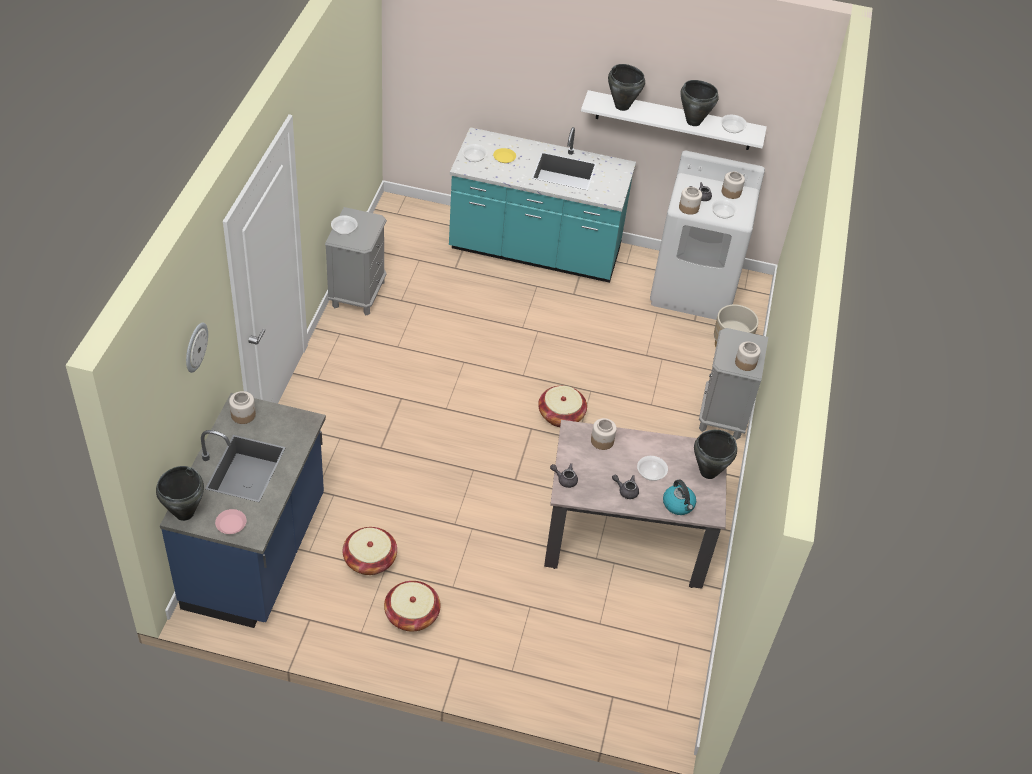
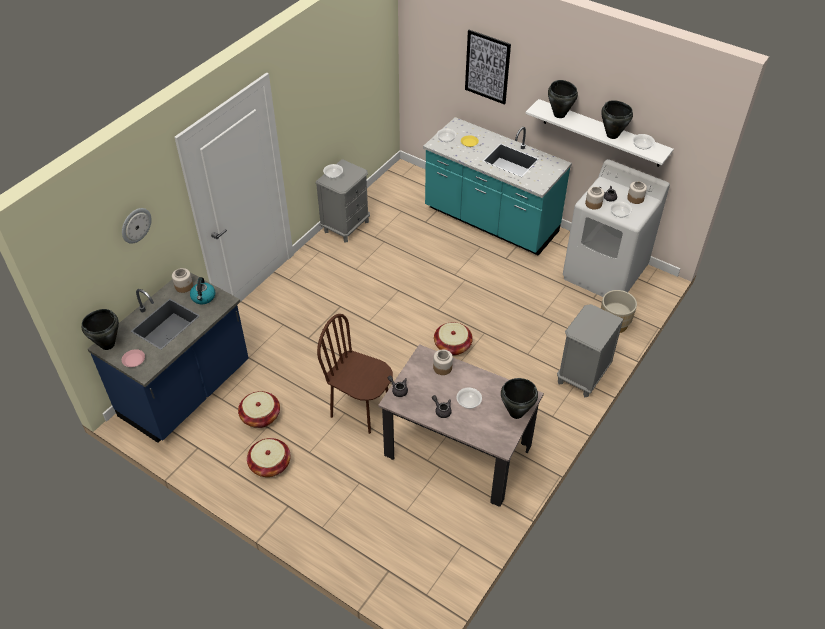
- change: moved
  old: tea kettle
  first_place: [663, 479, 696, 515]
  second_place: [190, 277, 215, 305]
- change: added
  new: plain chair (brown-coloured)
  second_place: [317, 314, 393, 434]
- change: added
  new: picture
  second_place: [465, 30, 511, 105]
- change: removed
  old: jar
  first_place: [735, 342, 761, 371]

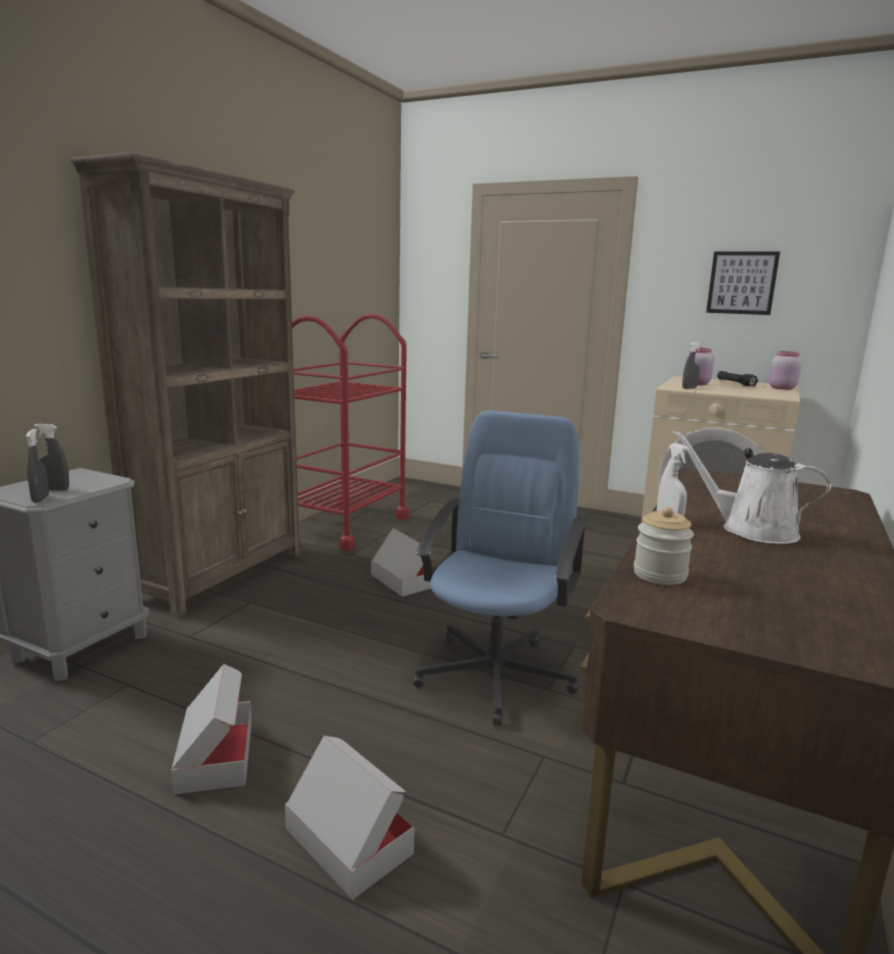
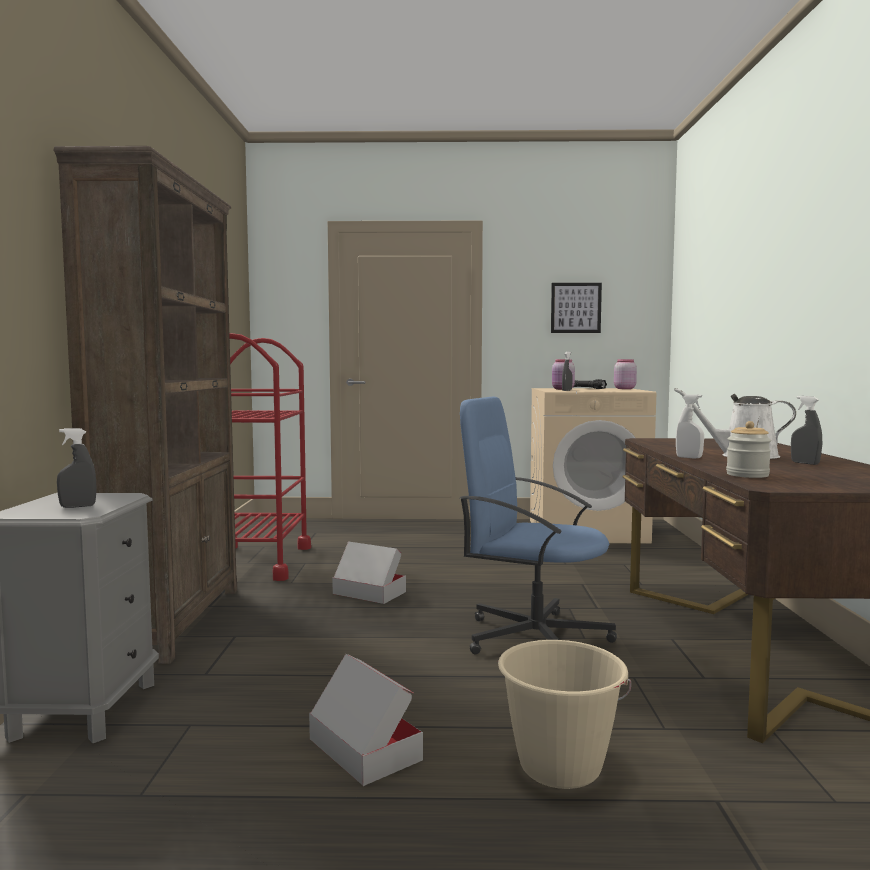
- change: turned
  old: desk chair (blue-coloured)
  first_place: [413, 410, 589, 726]
  second_place: [460, 397, 617, 654]
  degrees: -60
- change: replaced
  old: cardboard box
  new: bucket (beige-coloured)
  first_place: [285, 736, 414, 900]
  second_place: [498, 640, 631, 789]
- change: moved
  old: spray bottle (grey)
  first_place: [25, 429, 49, 503]
  second_place: [791, 396, 822, 465]

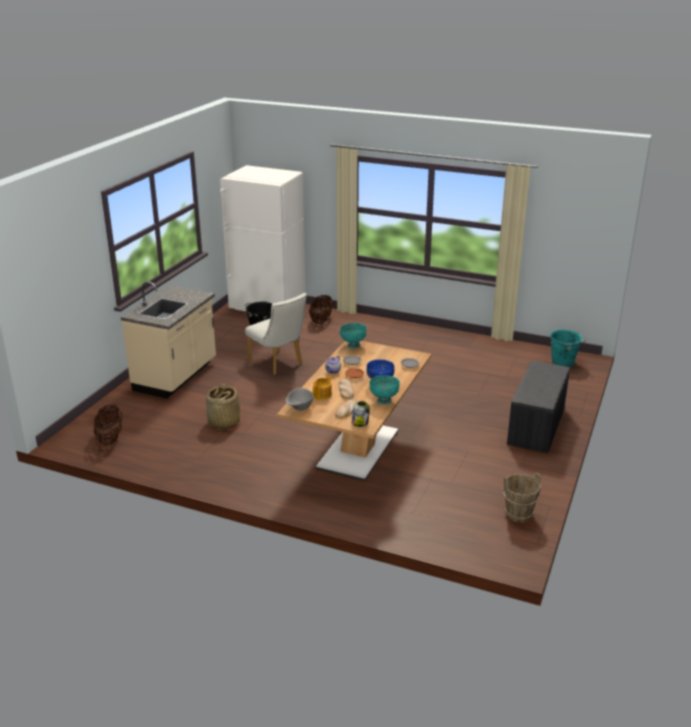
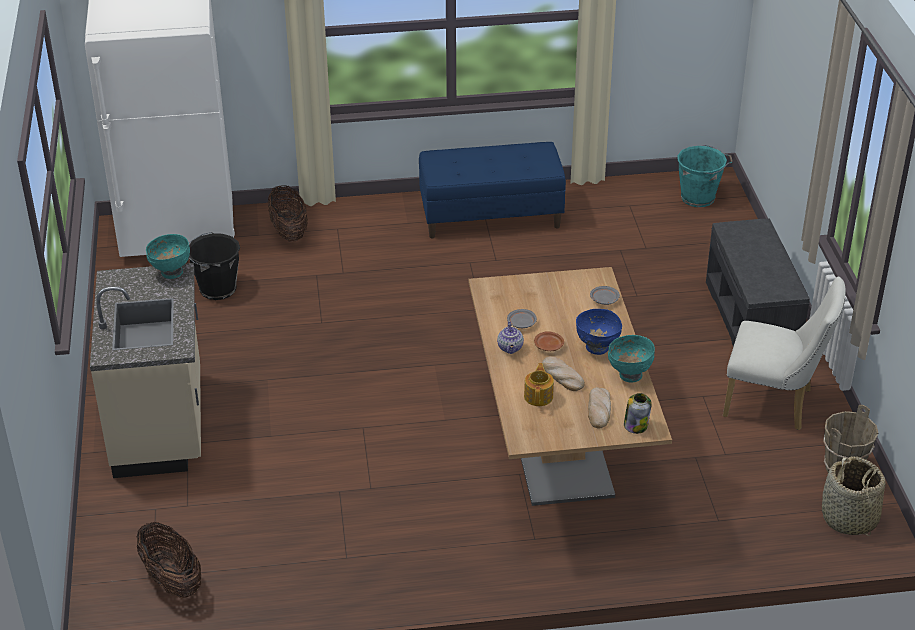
- change: moved
  old: deep dish (blue-green)
  first_place: [340, 323, 366, 349]
  second_place: [146, 234, 190, 279]
- change: added
  new: bench (blue-coloured)
  second_place: [419, 142, 566, 239]
- change: moved
  old: plain chair (white)
  first_place: [245, 293, 307, 375]
  second_place: [723, 277, 846, 430]
- change: moved
  old: basket
  first_place: [206, 384, 240, 429]
  second_place: [822, 456, 886, 536]
- change: removed
  old: deep dish (grey)
  first_place: [286, 388, 314, 410]

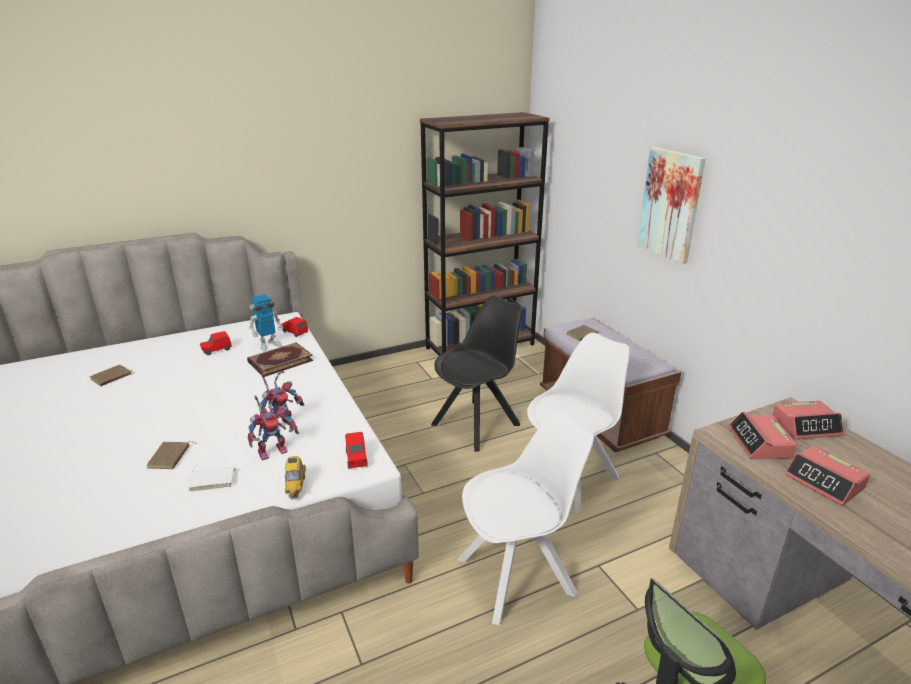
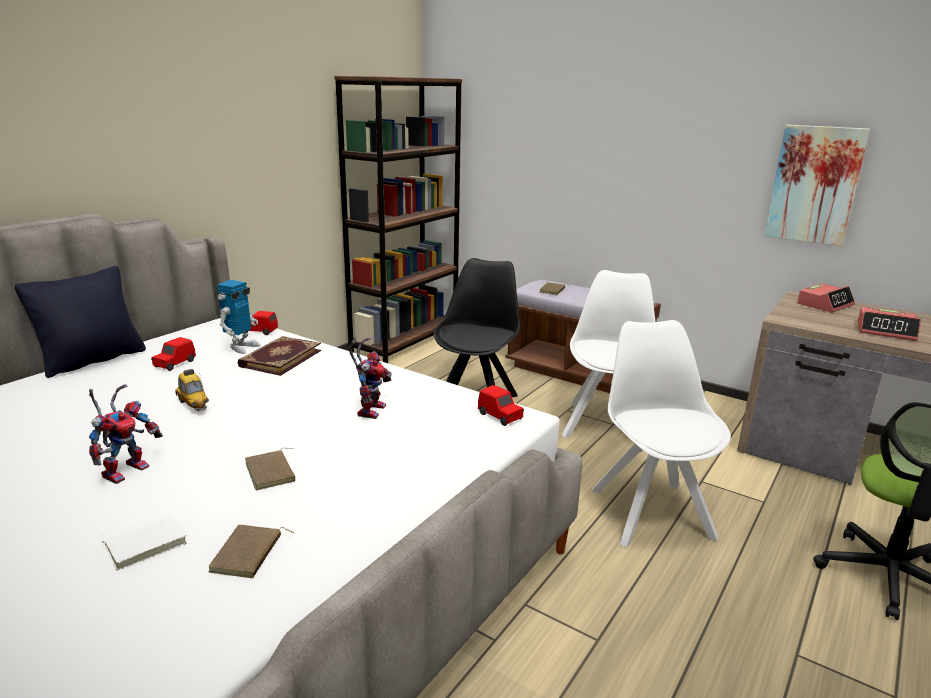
- change: added
  new: throw pillow (blackish)
  second_place: [15, 266, 146, 378]
- change: moved
  old: model robot
  first_place: [248, 395, 299, 460]
  second_place: [89, 384, 163, 484]
- change: moved
  old: bound book (white)
  first_place: [188, 466, 235, 492]
  second_place: [101, 516, 186, 570]
- change: moved
  old: model car
  first_place: [285, 456, 306, 500]
  second_place: [175, 369, 209, 411]
- change: moved
  old: bound book (brown-coloured)
  first_place: [90, 365, 134, 386]
  second_place: [208, 525, 294, 578]
- change: turned
  old: plain chair (white)
  first_place: [457, 409, 594, 625]
  second_place: [591, 320, 731, 548]
  degrees: -45
- change: moved
  old: picture
  first_place: [637, 147, 706, 264]
  second_place: [764, 125, 870, 246]
- change: removed
  old: table clock
  first_place: [728, 412, 797, 459]

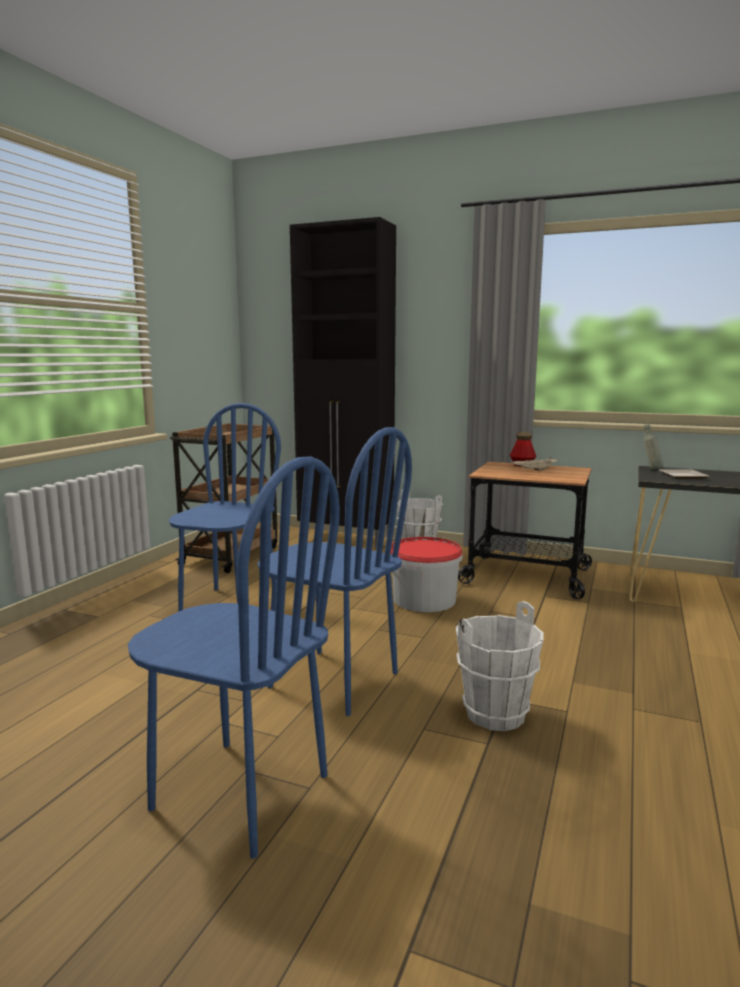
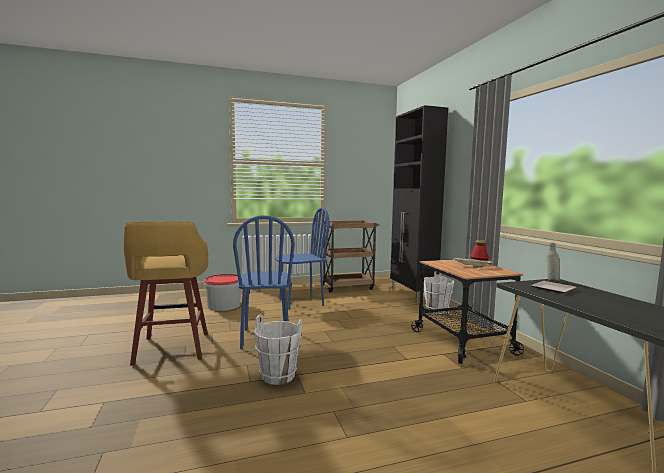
- change: replaced
  old: plain chair (blue-coloured)
  new: stool seat (yellow)
  first_place: [128, 456, 340, 858]
  second_place: [123, 221, 208, 366]
- change: moved
  old: bucket
  first_place: [390, 537, 463, 612]
  second_place: [204, 274, 241, 311]

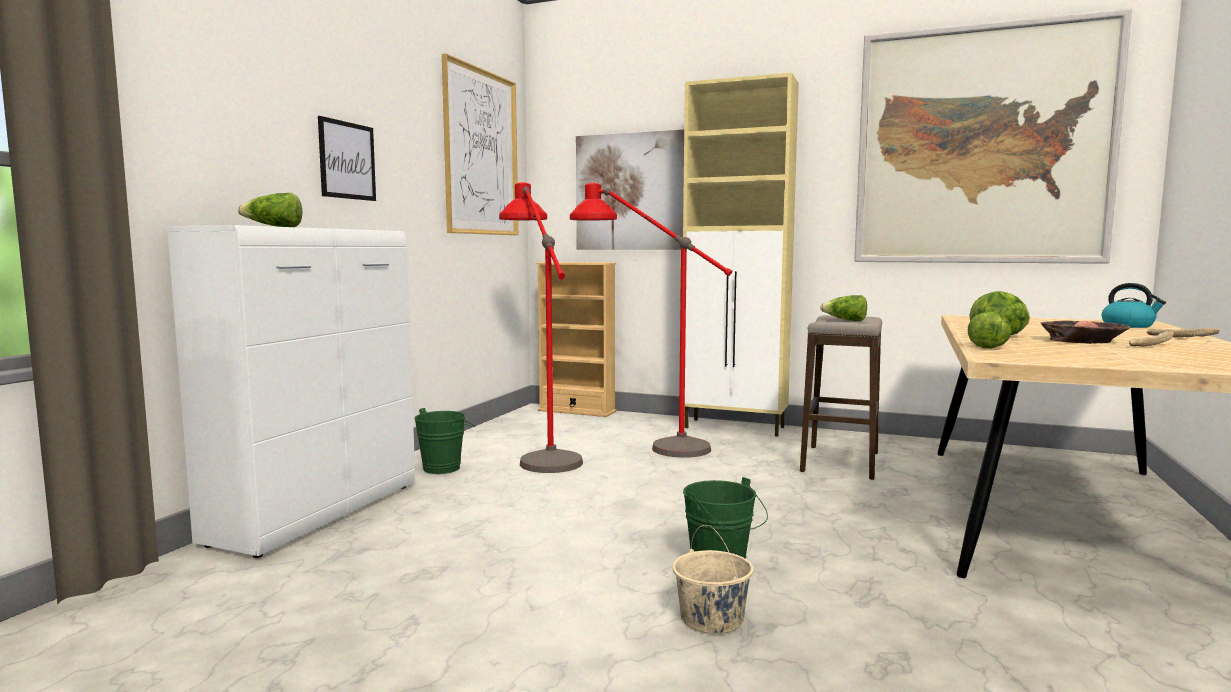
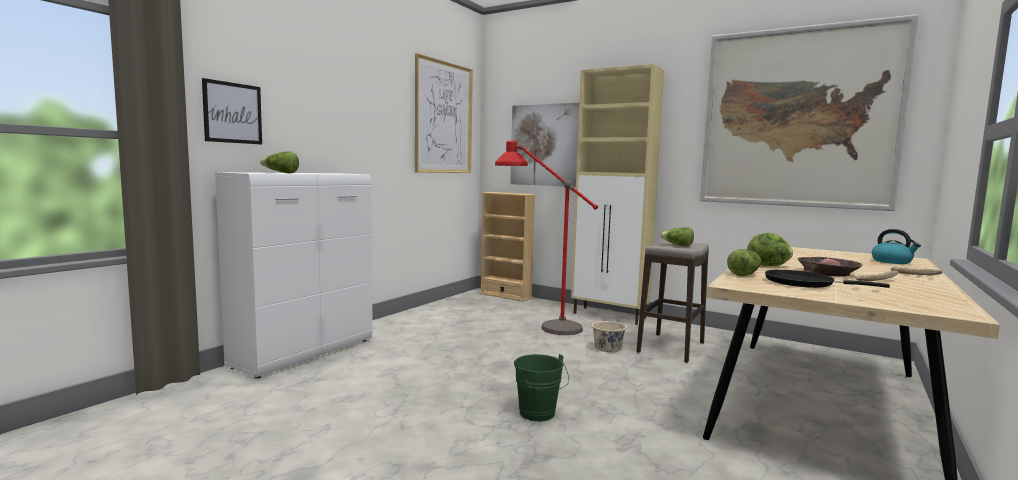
- change: moved
  old: picture
  first_place: [318, 116, 376, 201]
  second_place: [202, 78, 262, 144]
- change: moved
  old: bucket (beige-coloured)
  first_place: [672, 525, 754, 634]
  second_place: [592, 309, 626, 352]
- change: added
  new: skillet (blackish)
  second_place: [765, 270, 890, 288]
- change: removed
  old: bucket (greenish)
  first_place: [414, 408, 474, 474]
- change: removed
  old: standing lamp (red-coloured)
  first_place: [499, 182, 583, 473]

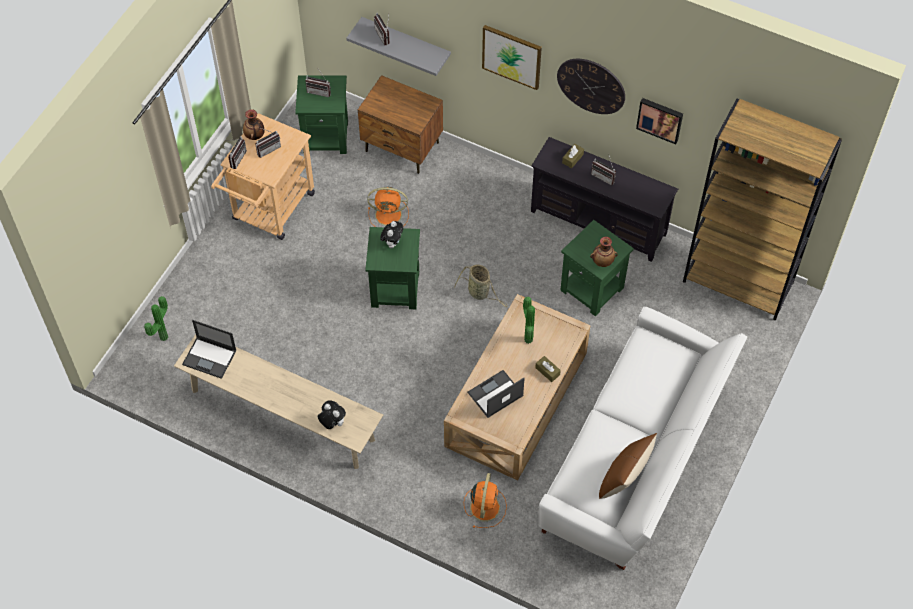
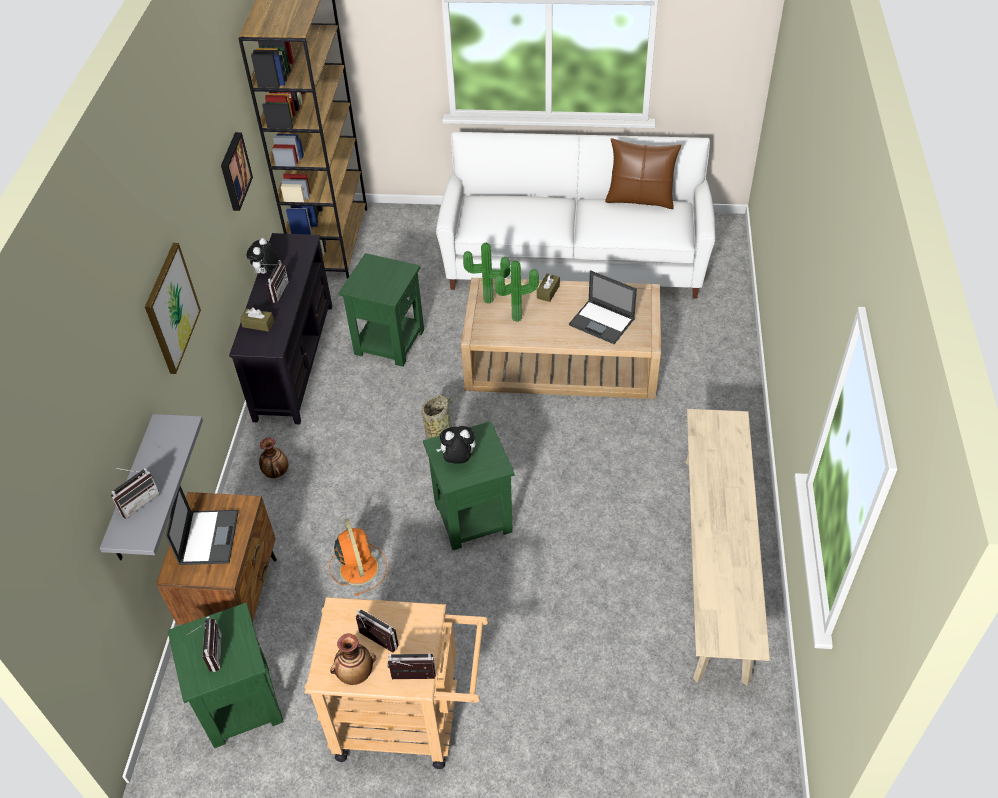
- change: moved
  old: portable computer
  first_place: [182, 320, 237, 379]
  second_place: [166, 486, 239, 565]
- change: moved
  old: soft toy
  first_place: [318, 400, 346, 429]
  second_place: [247, 238, 279, 274]
- change: moved
  old: vase
  first_place: [590, 236, 618, 267]
  second_place: [259, 438, 288, 478]
- change: moved
  old: potted plant
  first_place: [144, 296, 168, 341]
  second_place: [463, 243, 510, 304]
- change: removed
  old: fan (orange-coloured)
  first_place: [464, 473, 507, 528]
- change: removed
  old: hanging clock
  first_place: [557, 59, 625, 114]

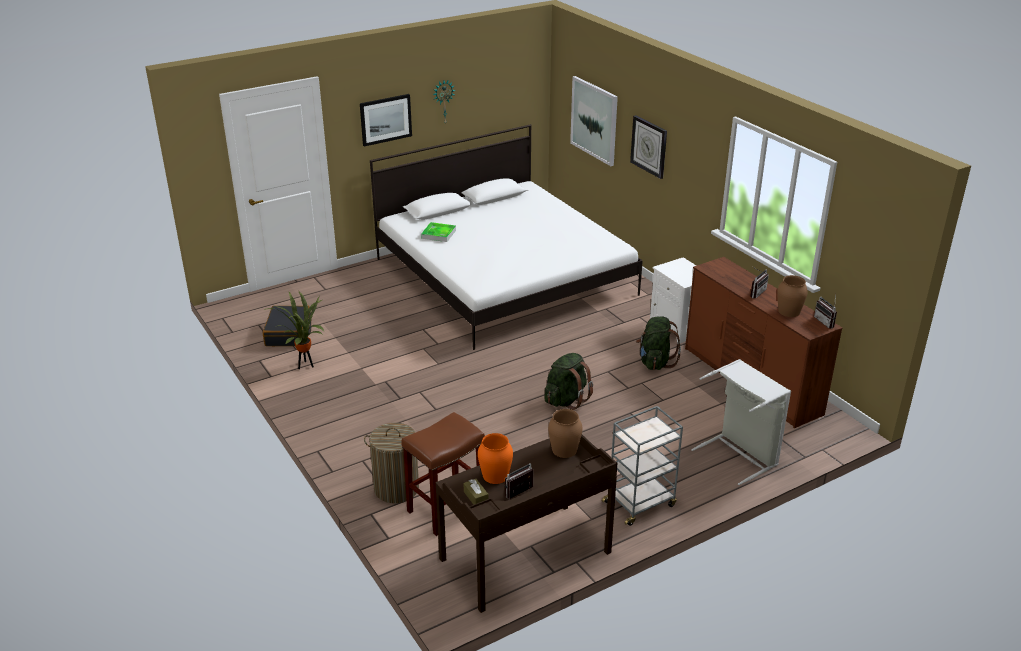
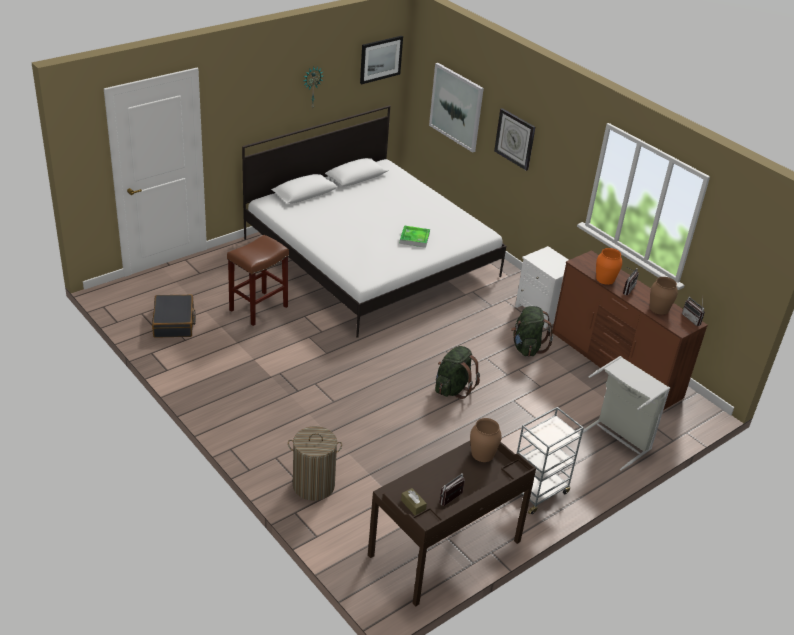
- change: moved
  old: stool seat (brown-coloured)
  first_place: [401, 412, 485, 536]
  second_place: [227, 235, 289, 326]
- change: moved
  old: picture
  first_place: [360, 94, 412, 147]
  second_place: [360, 36, 403, 84]
- change: moved
  old: carrying tray
  first_place: [421, 222, 456, 242]
  second_place: [400, 225, 430, 248]
- change: moved
  old: vase (orange-coloured)
  first_place: [478, 433, 513, 484]
  second_place: [596, 248, 622, 285]
- change: removed
  old: potted plant
  first_place: [264, 290, 324, 369]

